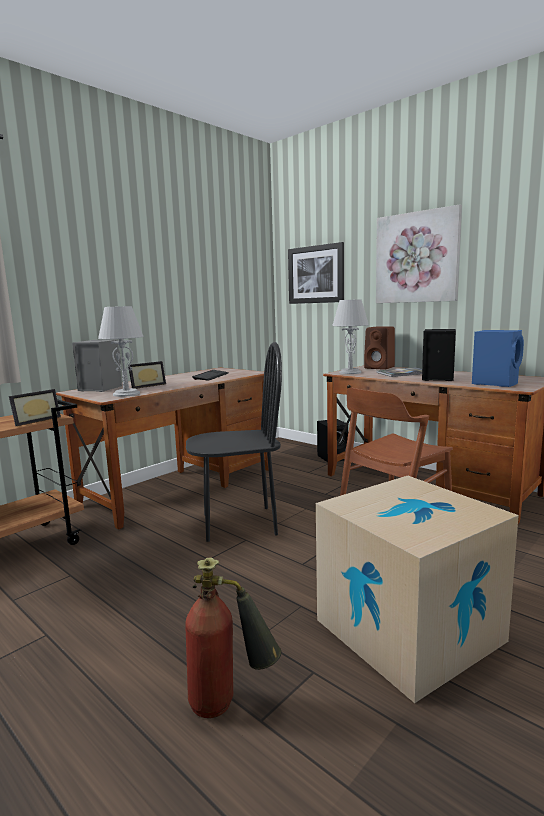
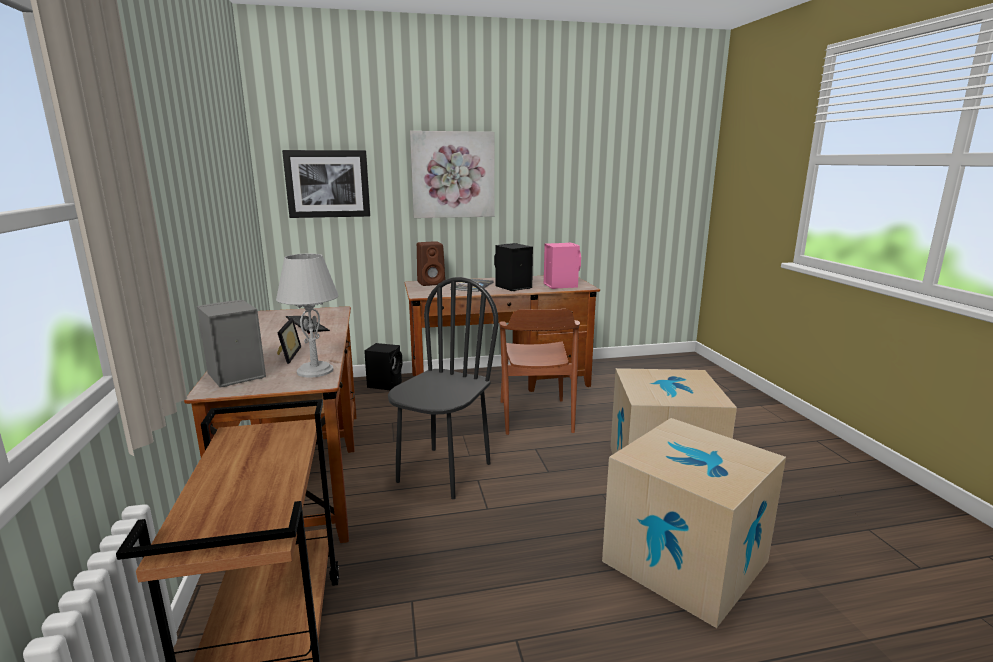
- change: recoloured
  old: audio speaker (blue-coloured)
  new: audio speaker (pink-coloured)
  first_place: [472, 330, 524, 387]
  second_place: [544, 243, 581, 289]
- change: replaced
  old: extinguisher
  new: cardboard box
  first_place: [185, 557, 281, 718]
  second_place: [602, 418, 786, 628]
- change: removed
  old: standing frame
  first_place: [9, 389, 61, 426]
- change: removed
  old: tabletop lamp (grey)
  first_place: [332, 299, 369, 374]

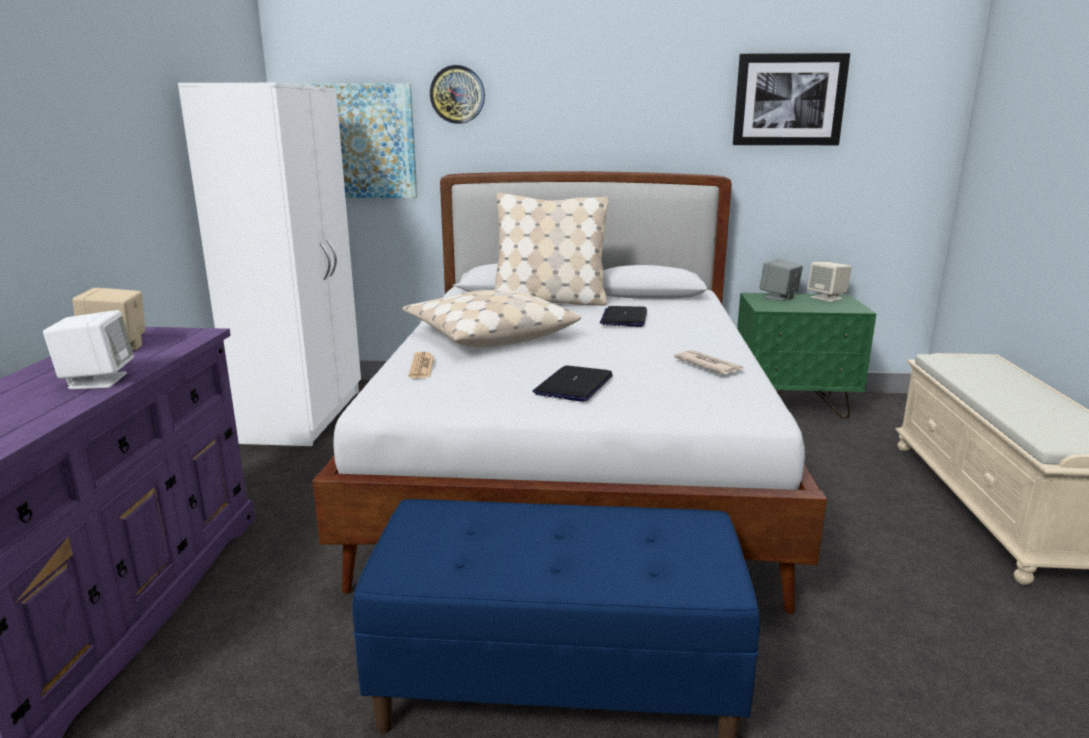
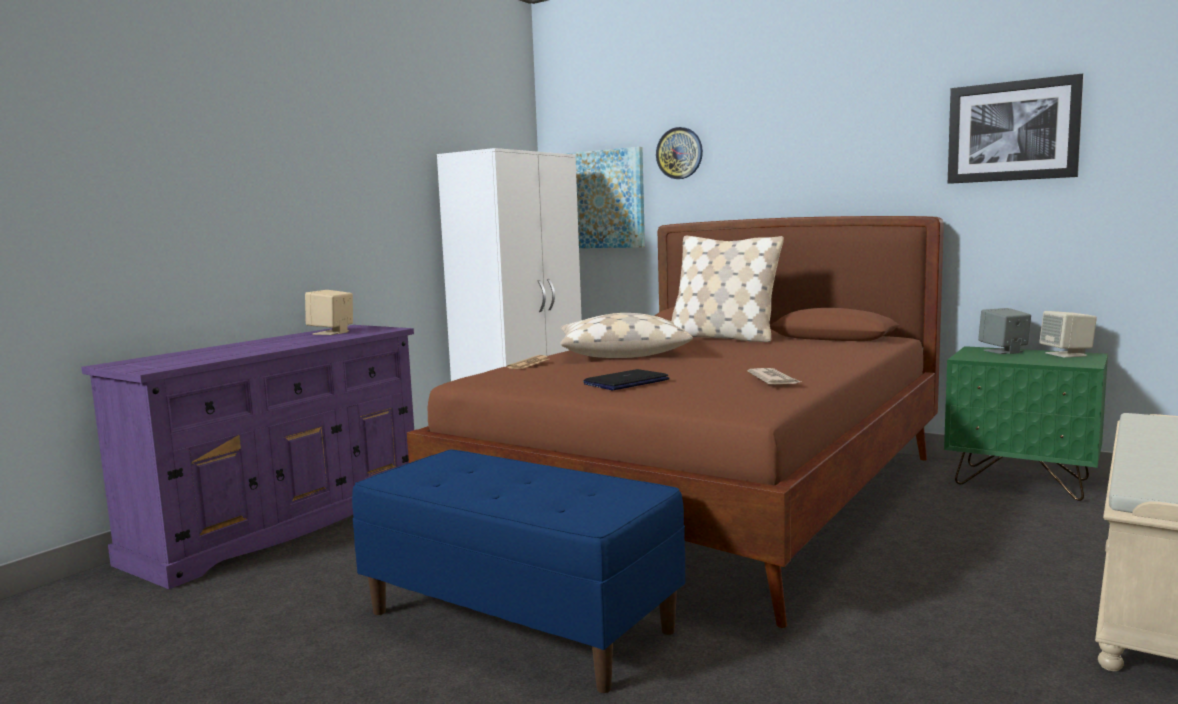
- change: recoloured
  old: bedroom bed (white)
  new: bedroom bed (brown-coloured)
  first_place: [313, 171, 827, 614]
  second_place: [407, 216, 944, 628]
- change: removed
  old: audio speaker (white)
  first_place: [43, 310, 134, 389]
- change: removed
  old: portable computer
  first_place: [600, 306, 647, 327]

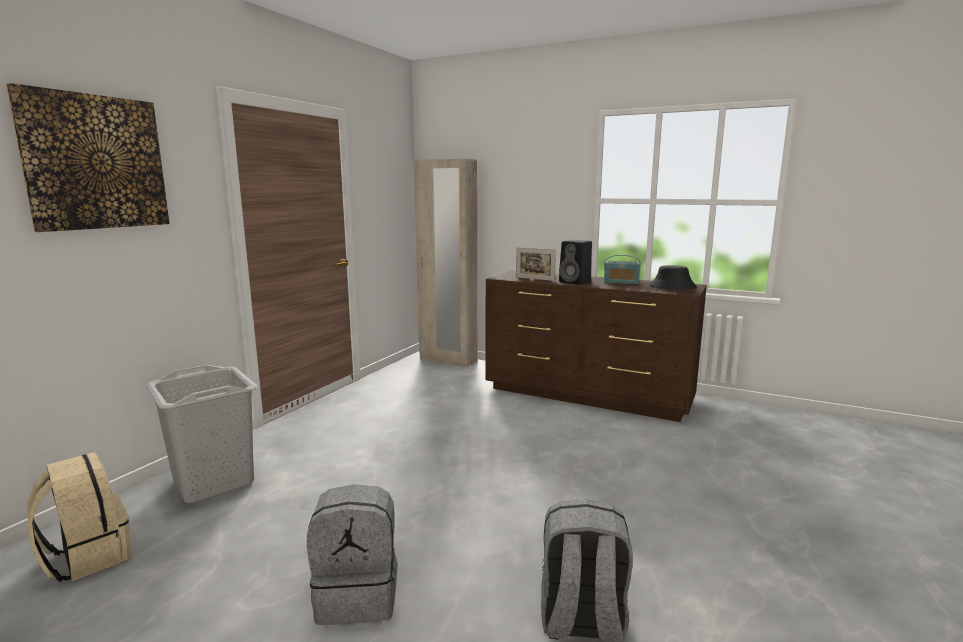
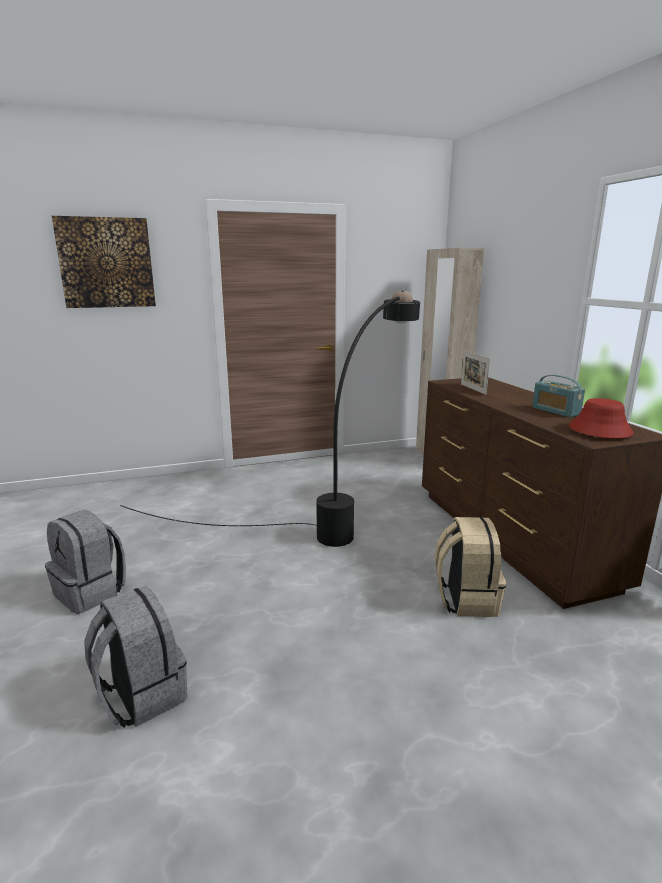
- change: added
  new: standing lamp (blackish)
  second_place: [120, 290, 420, 547]
- change: moved
  old: rucksack (beige-coloured)
  first_place: [27, 452, 131, 583]
  second_place: [435, 517, 506, 617]
- change: recoloured
  old: hat (blackish)
  new: hat (red-coloured)
  first_place: [649, 265, 697, 290]
  second_place: [569, 398, 634, 438]
- change: removed
  old: hamper (grey)
  first_place: [145, 365, 258, 503]
- change: removed
  old: audio speaker (blackish)
  first_place: [559, 240, 592, 284]

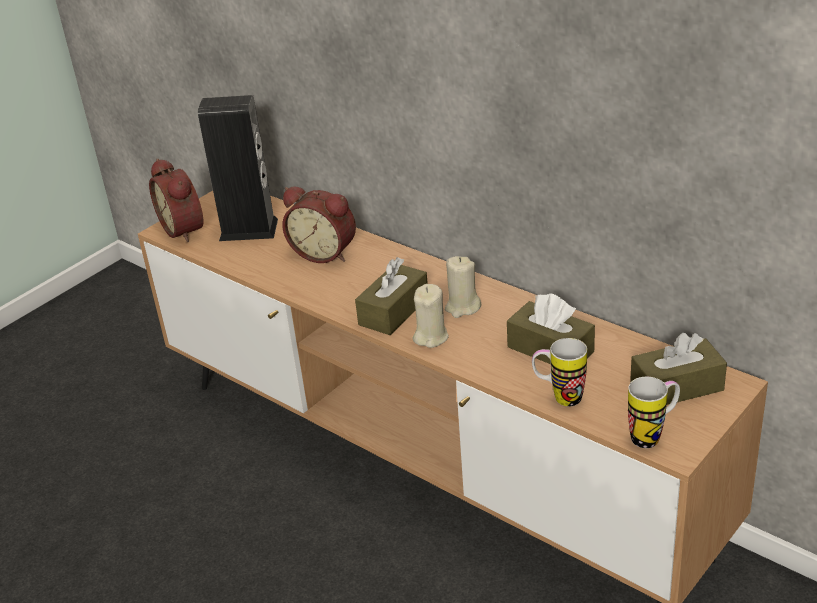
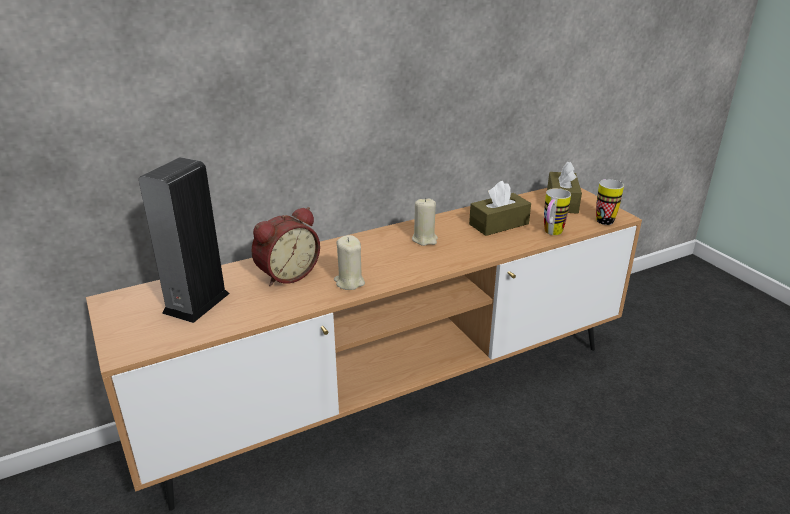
- change: moved
  old: candle (beige-coloured)
  first_place: [413, 284, 449, 348]
  second_place: [334, 235, 365, 290]
- change: removed
  old: table clock
  first_place: [149, 158, 203, 242]
- change: removed
  old: tissue holder (brown-coloured)
  first_place: [355, 257, 428, 335]

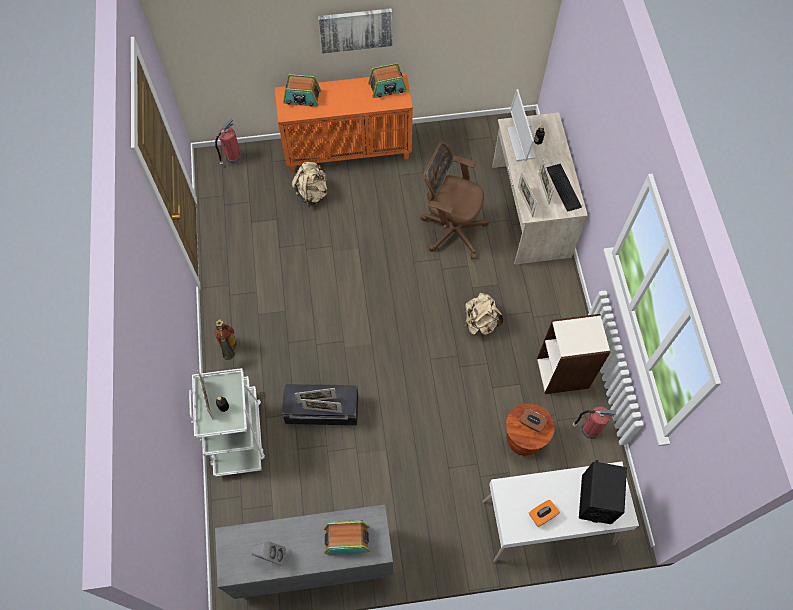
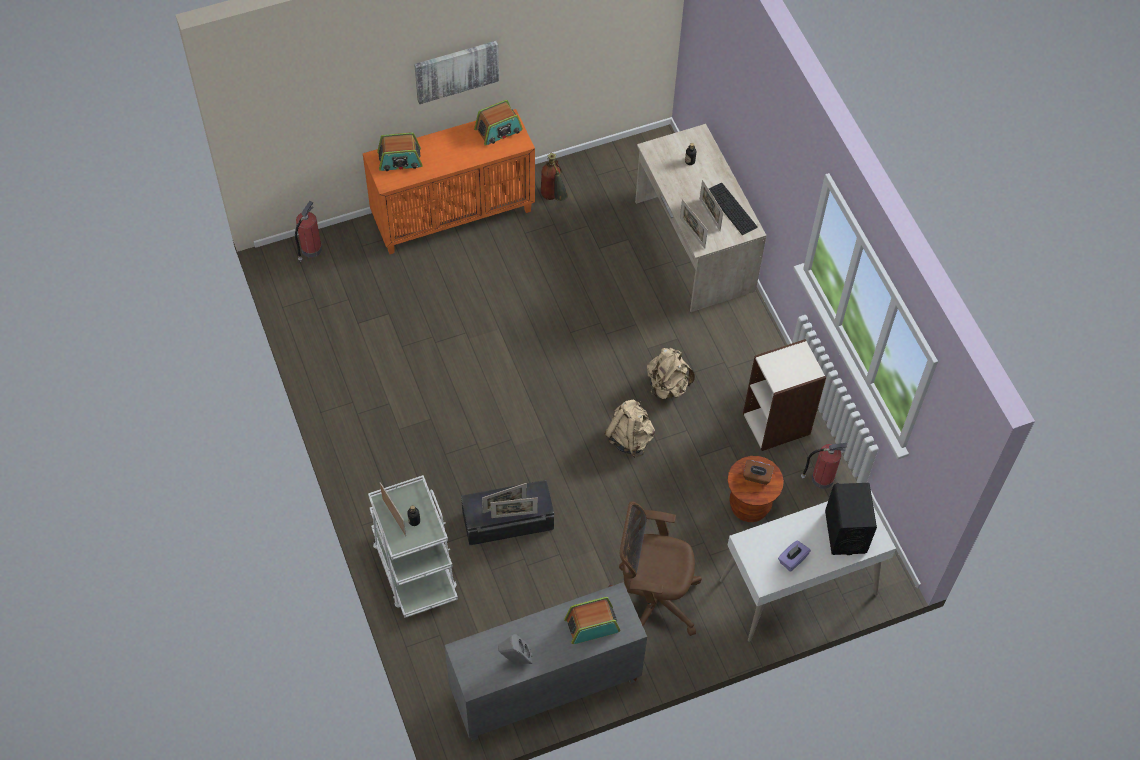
- change: moved
  old: extinguisher
  first_place: [215, 319, 237, 360]
  second_place: [541, 153, 568, 201]
- change: moved
  old: rucksack (beige-coloured)
  first_place: [291, 162, 327, 207]
  second_place: [604, 399, 655, 458]
- change: moved
  old: desk chair (brown-coloured)
  first_place: [421, 141, 490, 259]
  second_place: [608, 501, 702, 636]
- change: recoloured
  old: tissue holder (orange-coloured)
  new: tissue holder (purple-coloured)
  first_place: [529, 500, 560, 527]
  second_place: [778, 540, 811, 572]
- change: removed
  old: computer screen
  first_place: [507, 89, 536, 161]

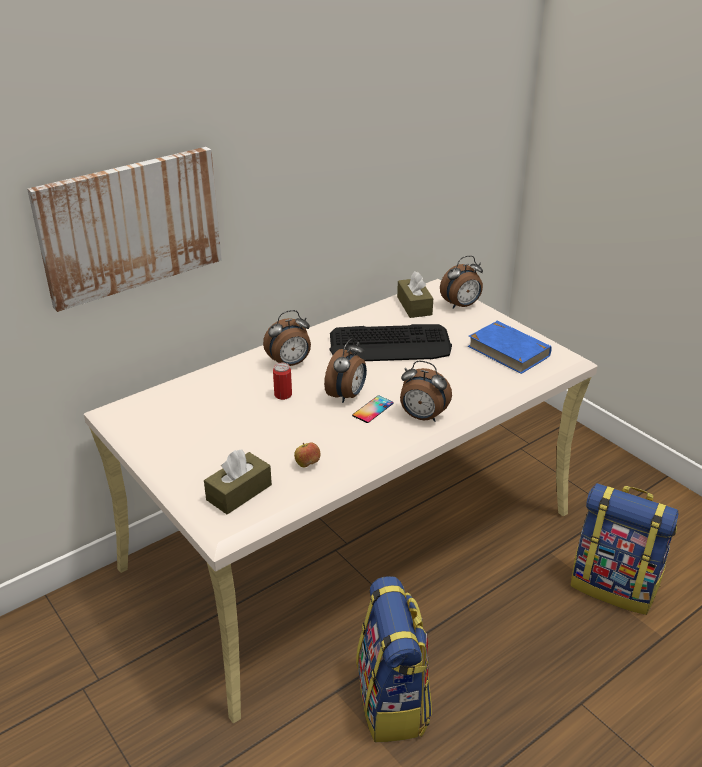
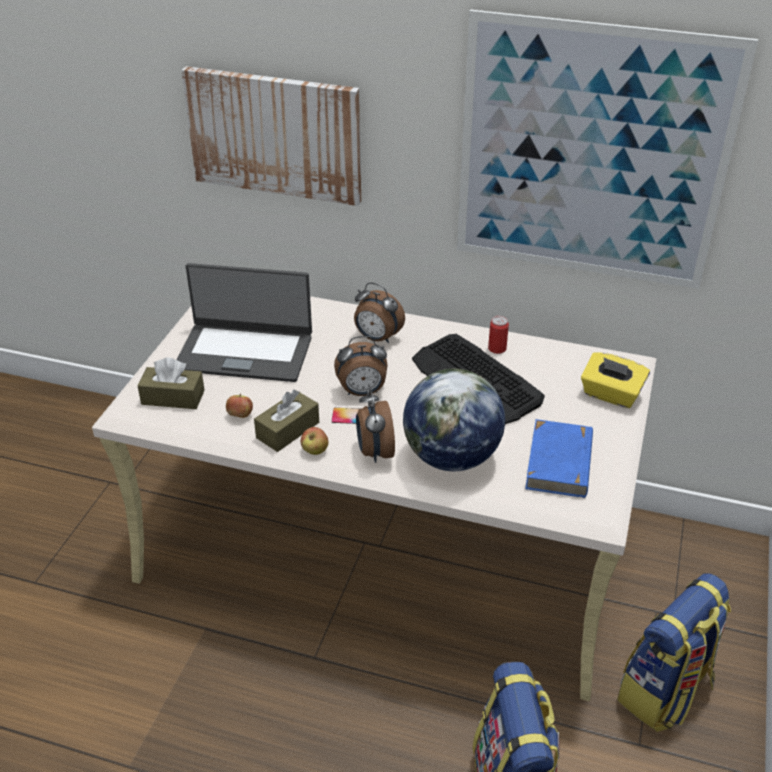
- change: added
  new: portable computer
  second_place: [177, 263, 312, 382]
- change: moved
  old: tissue holder (brown-coloured)
  first_place: [397, 271, 433, 318]
  second_place: [254, 390, 319, 452]
- change: added
  new: apple
  second_place: [301, 427, 329, 455]
- change: added
  new: desk globe
  second_place: [403, 369, 505, 471]
- change: added
  new: picture
  second_place: [457, 10, 758, 289]
- change: moved
  old: metal can
  first_place: [273, 363, 292, 400]
  second_place: [488, 316, 509, 354]
- change: replaced
  old: table clock
  new: tissue holder (yellow)
  first_place: [440, 256, 483, 309]
  second_place: [581, 352, 650, 408]
- change: moved
  old: rucksack
  first_place: [356, 576, 432, 742]
  second_place: [617, 573, 731, 732]

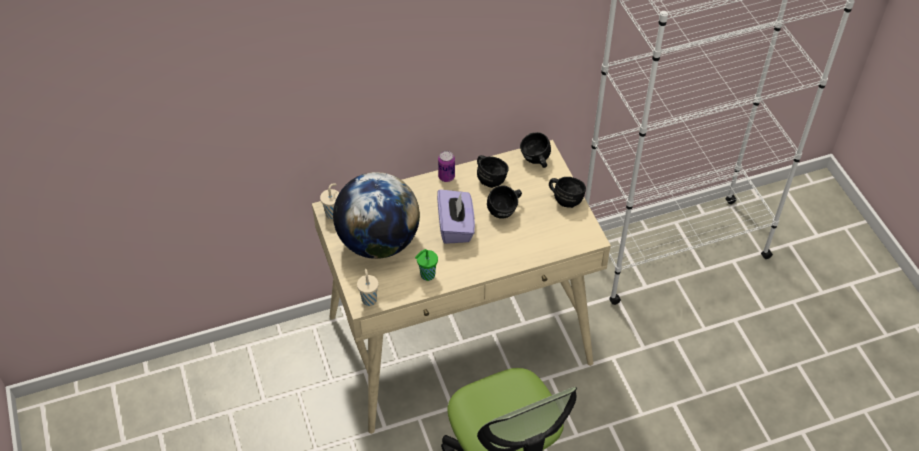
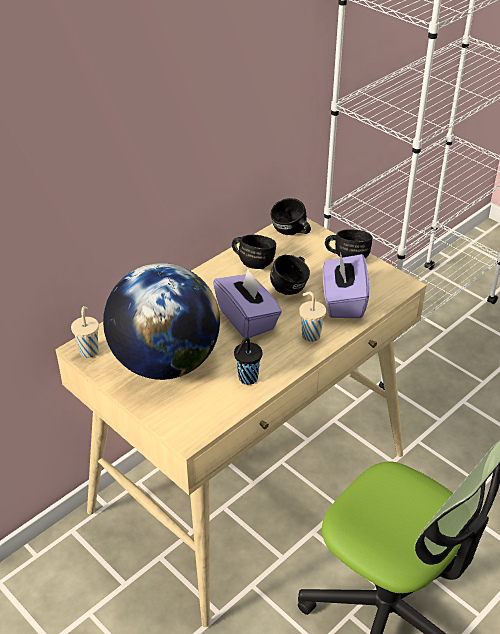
- change: recoloured
  old: small cup (greenish)
  new: small cup (blackish)
  first_place: [415, 249, 438, 281]
  second_place: [234, 337, 262, 385]
- change: moved
  old: small cup (beige-coloured)
  first_place: [357, 269, 379, 306]
  second_place: [299, 291, 326, 342]
- change: added
  new: tissue holder (purple-coloured)
  second_place: [323, 252, 369, 318]
- change: removed
  old: metal can
  first_place: [438, 151, 455, 182]

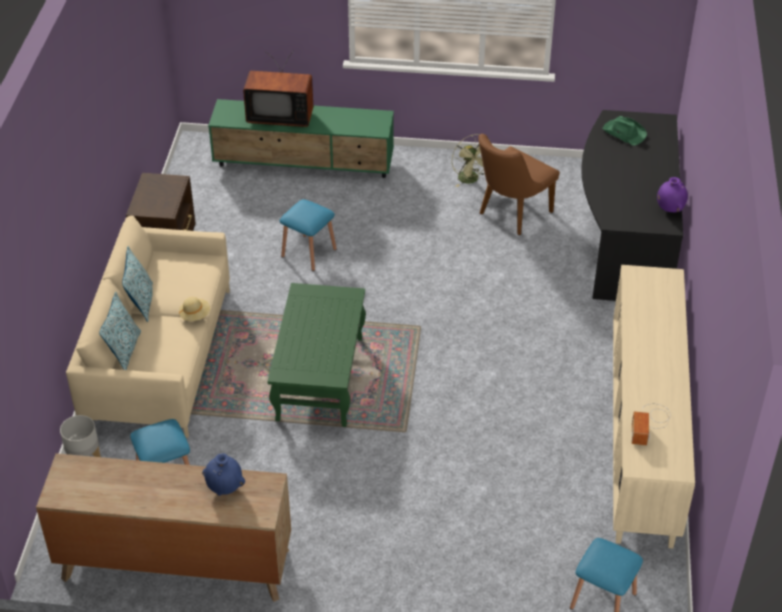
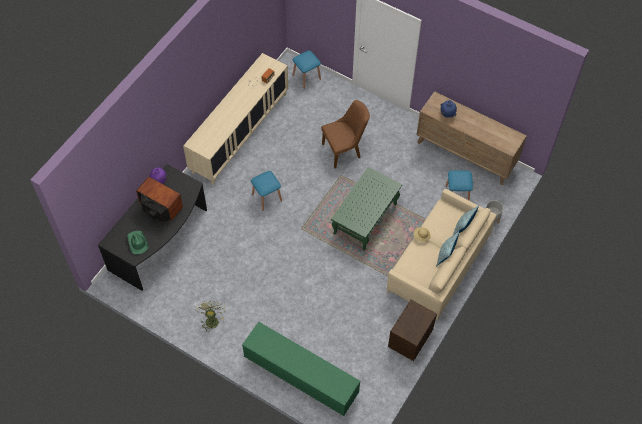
- change: moved
  old: TV
  first_place: [243, 50, 313, 127]
  second_place: [136, 176, 183, 222]
- change: moved
  old: stool seat (blue-coloured)
  first_place: [280, 199, 337, 271]
  second_place: [251, 171, 282, 210]
- change: moved
  old: plain chair (brown-coloured)
  first_place: [478, 134, 560, 235]
  second_place: [321, 100, 370, 168]

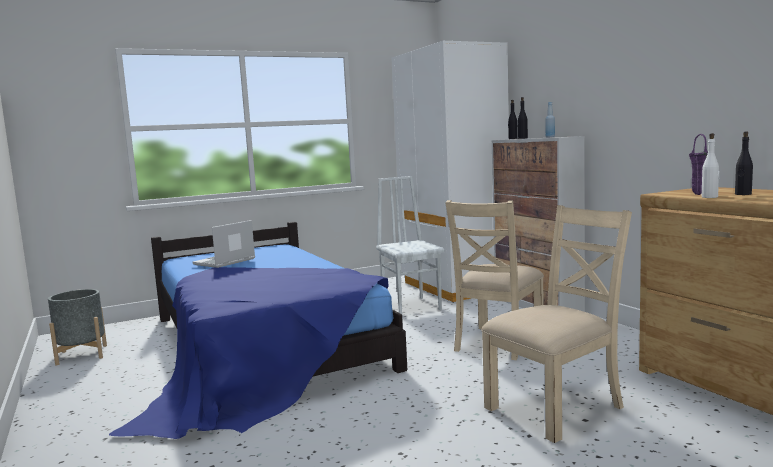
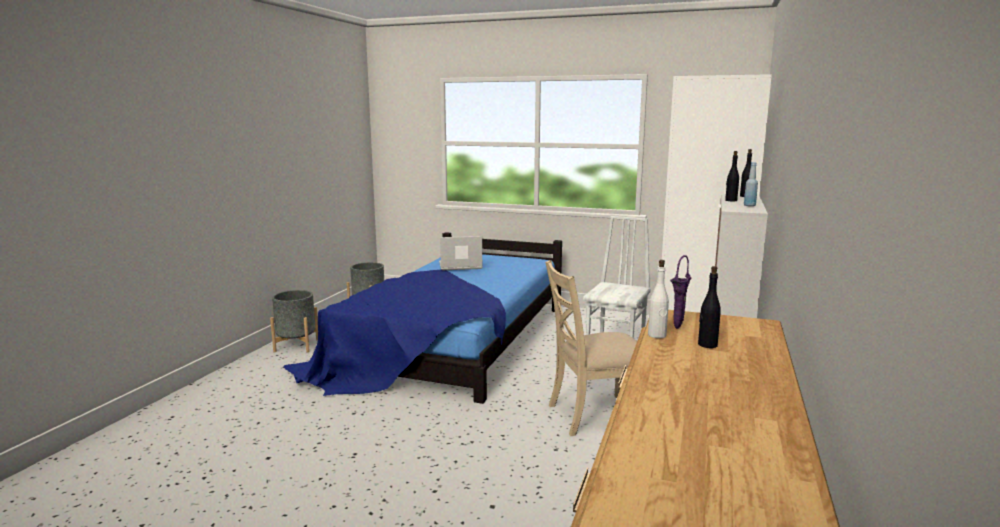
- change: added
  new: plant pot (grey)
  second_place: [270, 290, 318, 353]
- change: removed
  old: plain chair (beige-coloured)
  first_place: [481, 205, 632, 443]

